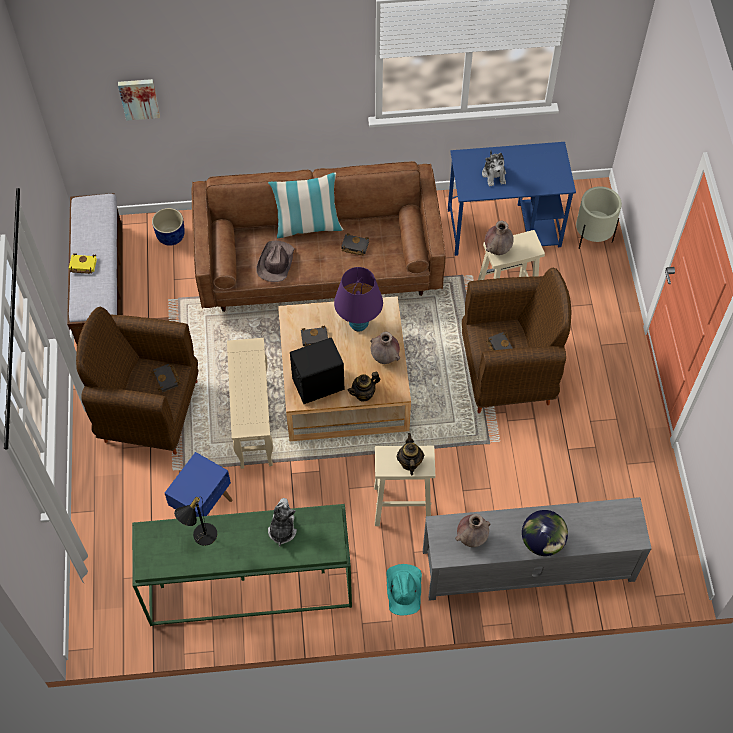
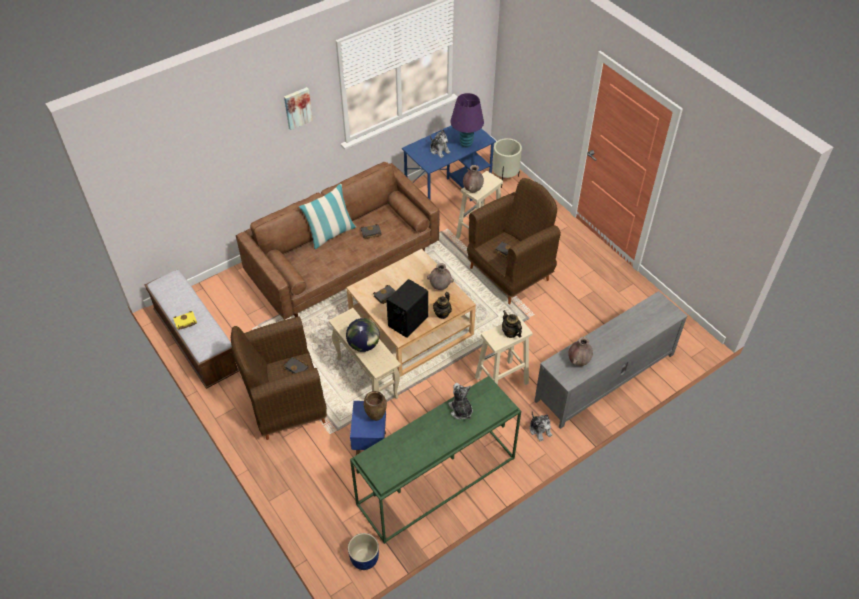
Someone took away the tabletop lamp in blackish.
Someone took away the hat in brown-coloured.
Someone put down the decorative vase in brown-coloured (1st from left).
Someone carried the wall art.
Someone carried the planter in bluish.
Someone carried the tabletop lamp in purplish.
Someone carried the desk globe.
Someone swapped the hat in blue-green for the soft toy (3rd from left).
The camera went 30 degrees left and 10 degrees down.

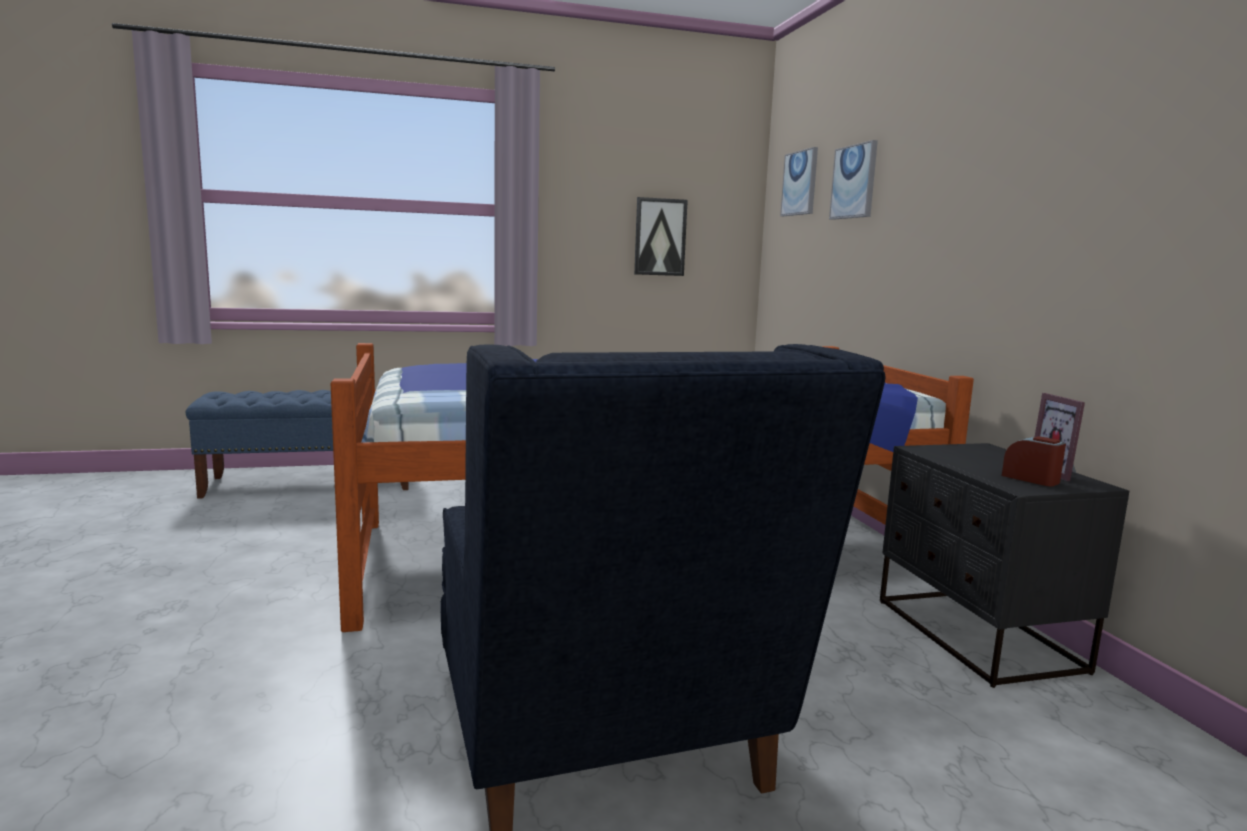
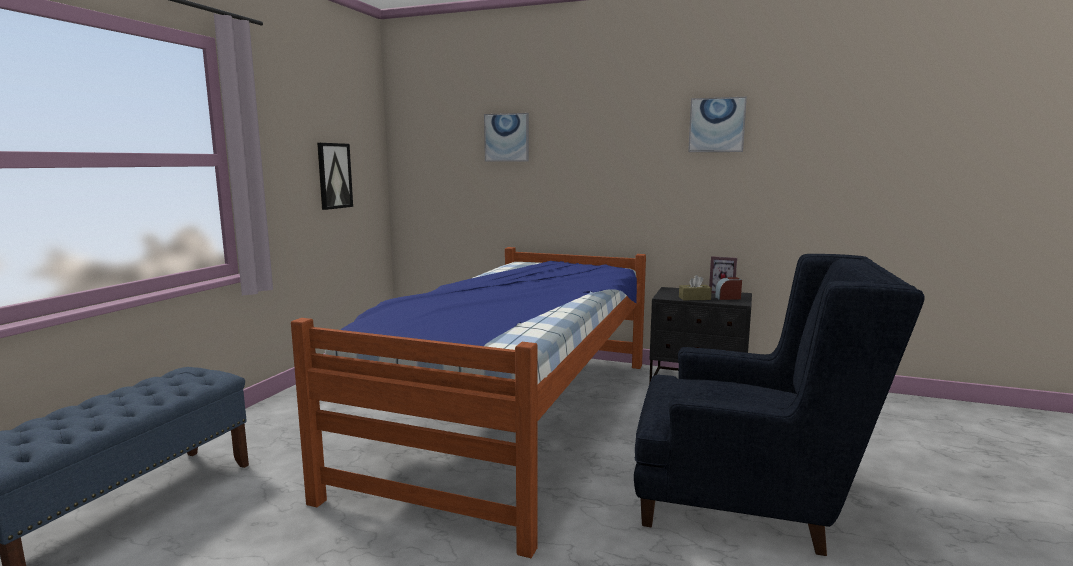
Someone put down the tissue box in brown-coloured.
Someone carried the wall art (2nd from left in the first image).
The camera went 55 degrees left and 0 degrees up.

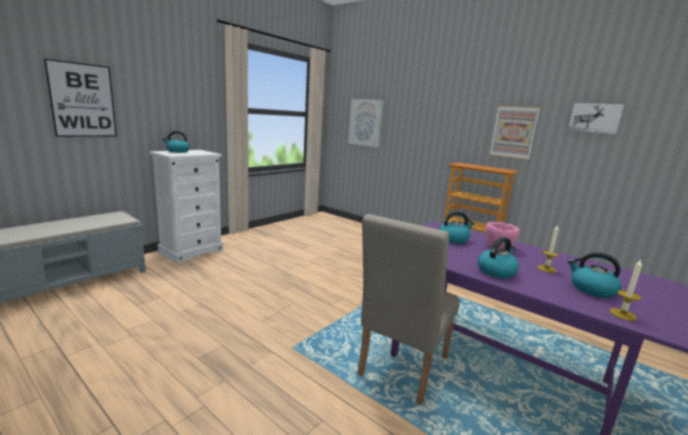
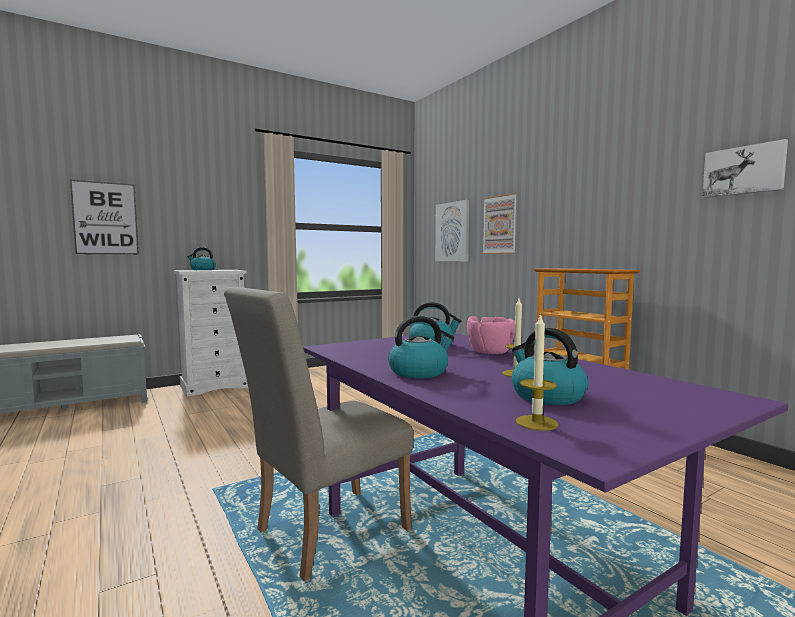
Someone carried the wall art (3rd from left).
The camera went 20 degrees right and 10 degrees down.

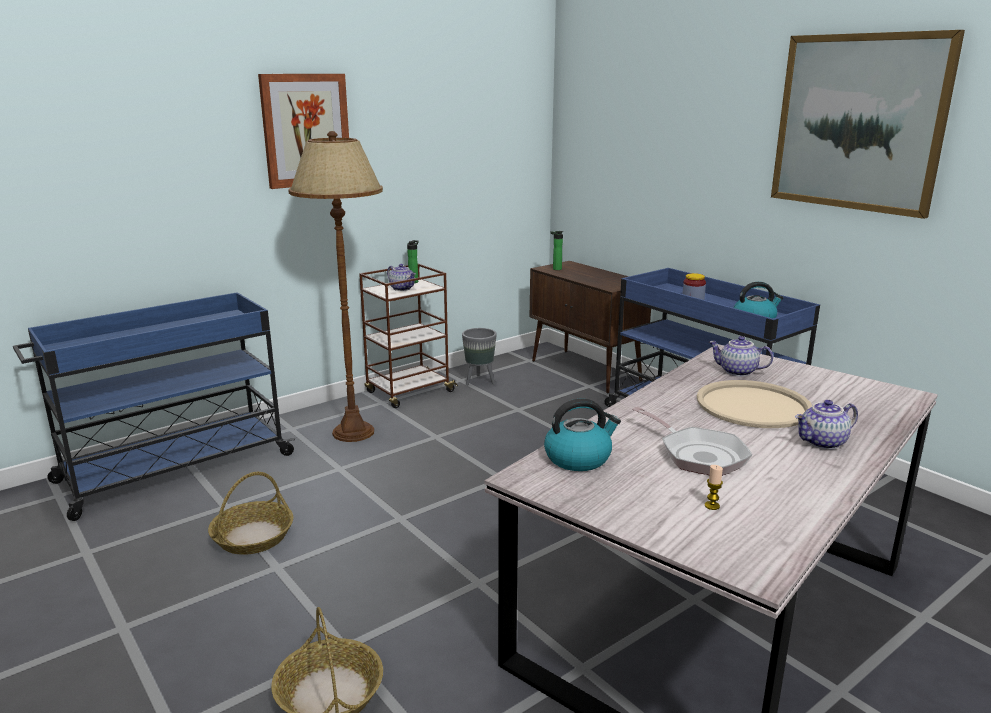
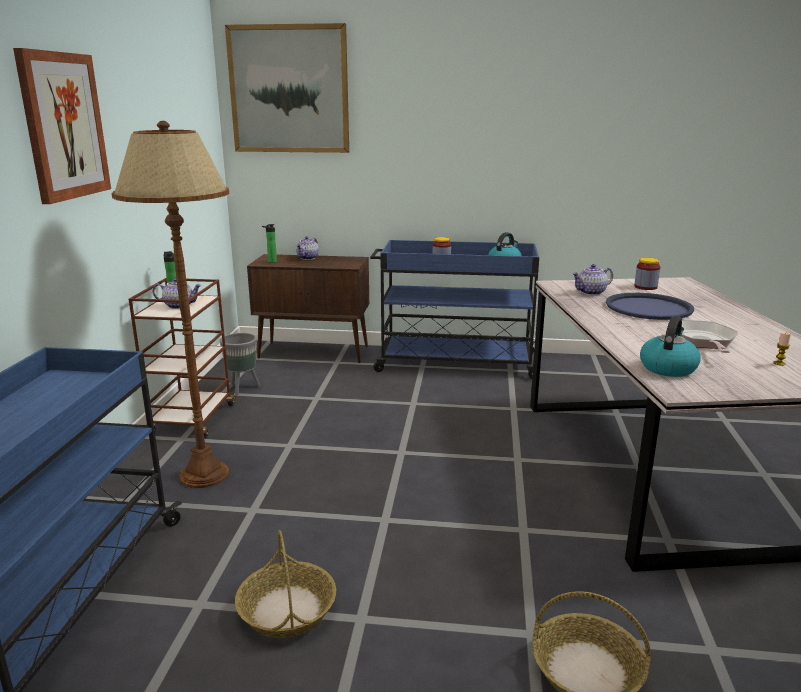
Someone put down the jar (2nd from left).
Someone carried the wall art (2nd from left).
Someone carried the teapot (3rd from left in the first image).
Someone repainted the carrying tray in sand-coloured, which became the carrying tray in bluish.
Someone rotated the frying pan by 90 degrees counterclockwise.
The camera went 45 degrees left and 0 degrees up.

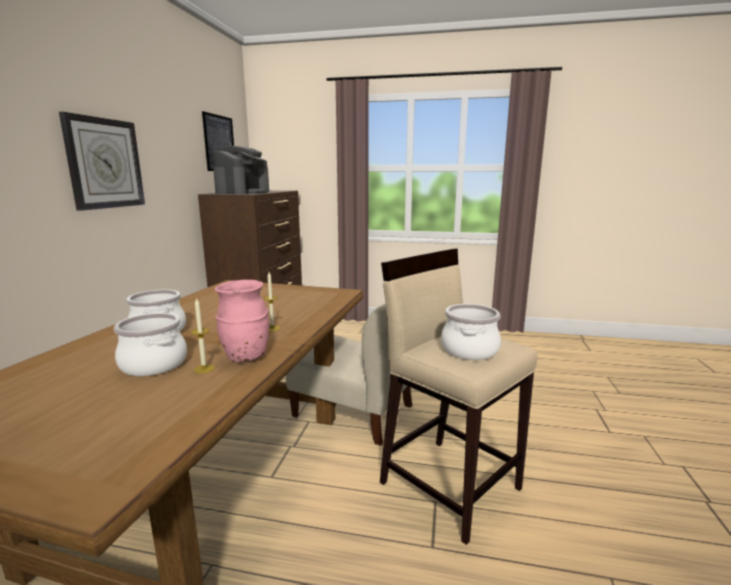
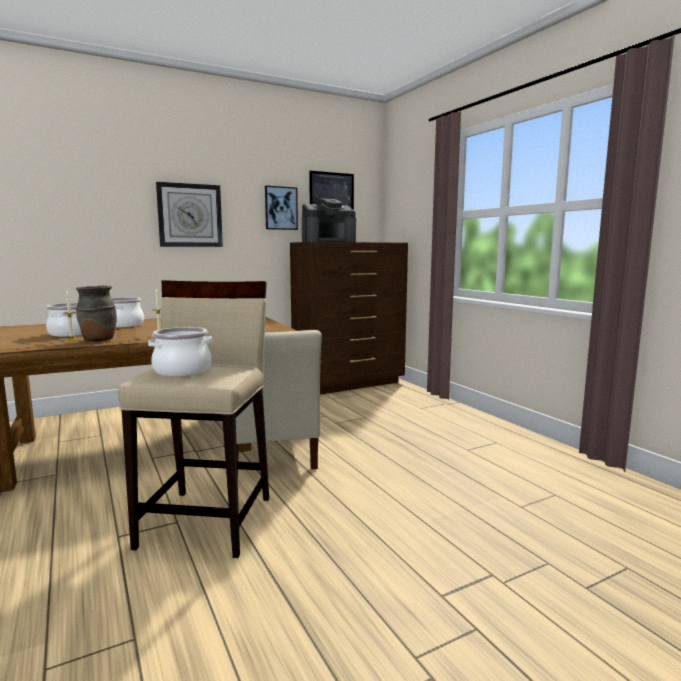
Someone put up the wall art (1st from left).
Someone repainted the decorative vase in pink, which became the decorative vase in brown-coloured.
The camera went 50 degrees right and 5 degrees down.

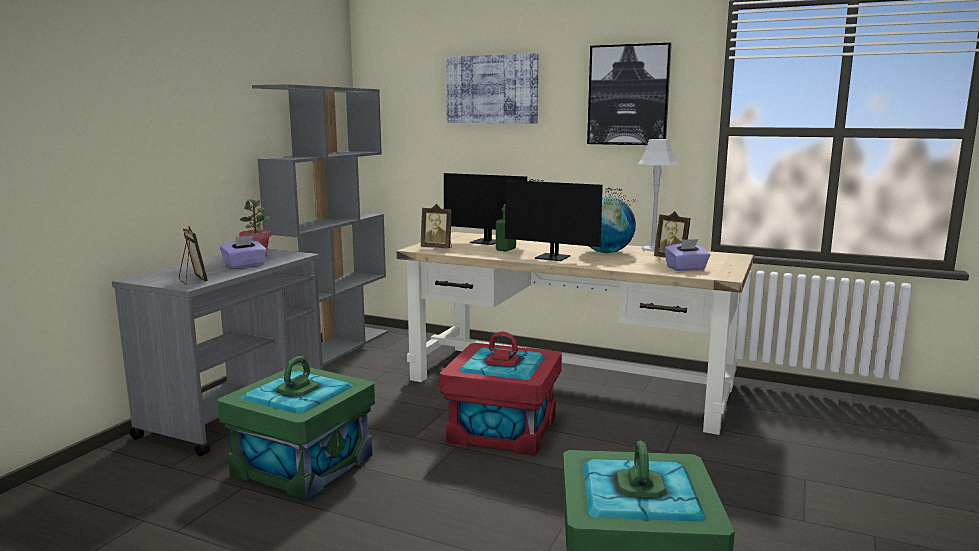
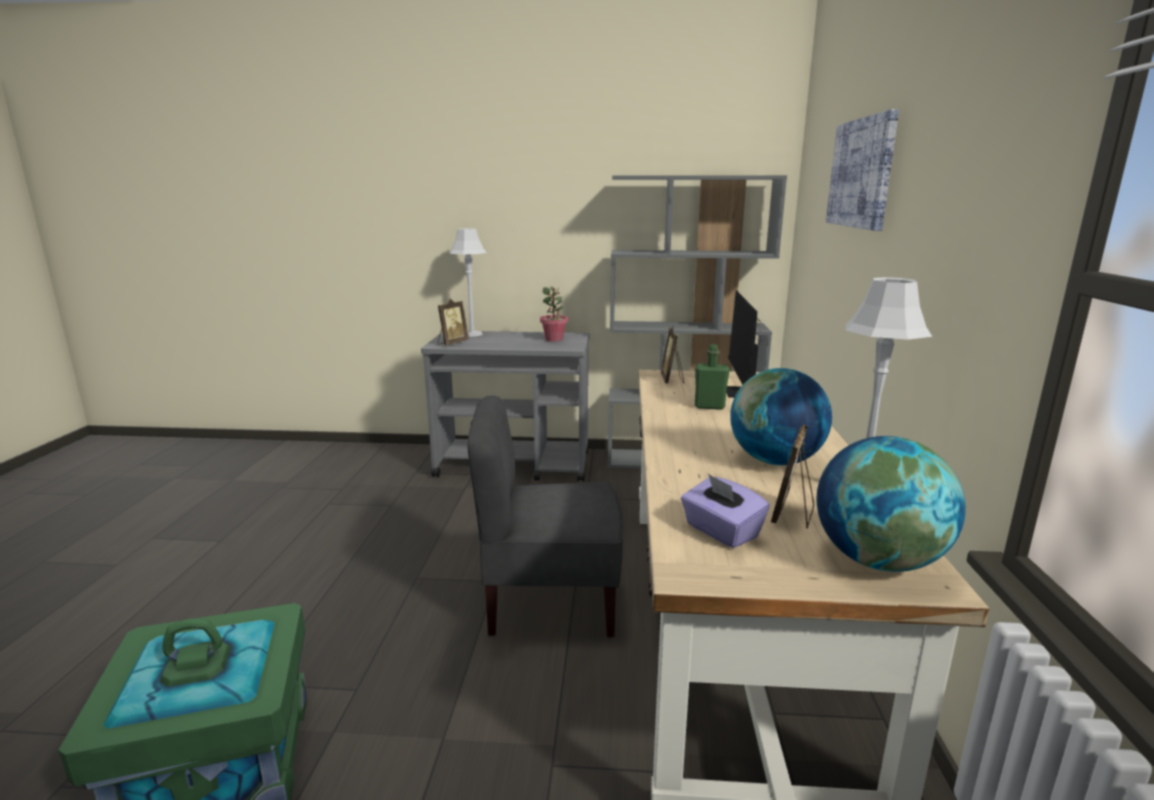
Someone took away the storage box in greenish (1st from left).
Someone took away the tissue box in purplish (1st from left).
Someone took away the computer display (2nd from left).
Someone took away the wall art (2nd from left).
Someone put down the tabletop lamp in gray (1st from left).
Someone put down the desk globe (2nd from left).
Someone swapped the storage box in red-coloured for the upright chair in gray.
The camera went 70 degrees right and 5 degrees up.

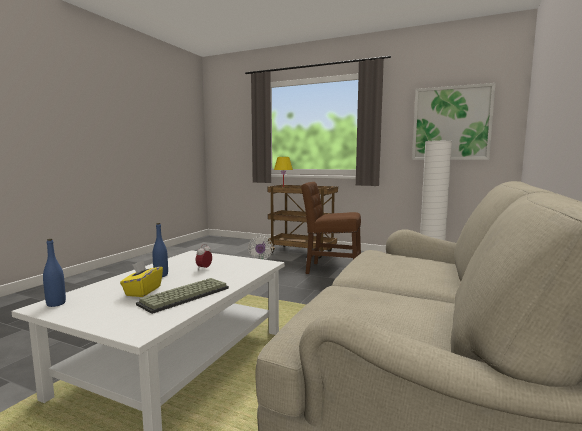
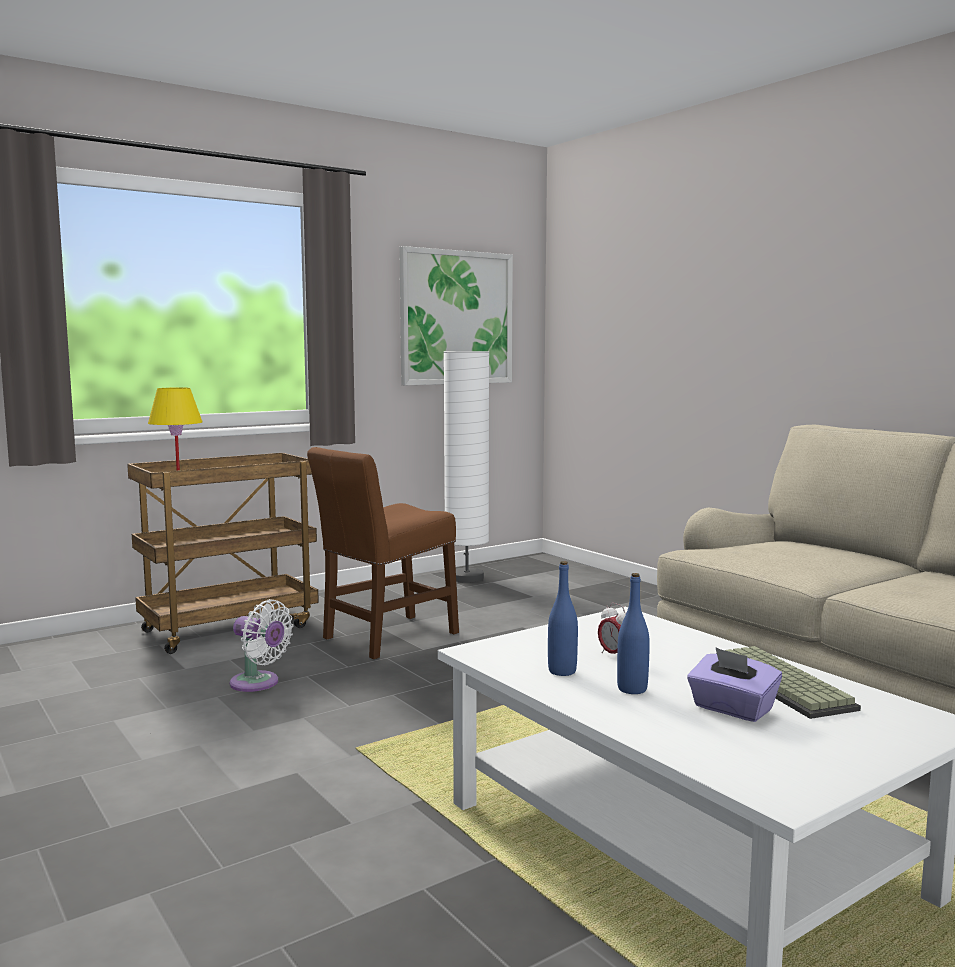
Someone carried the drink bottle in bluish (1st from left).
Someone repainted the tissue box in yellow, which became the tissue box in purplish.
The camera went 60 degrees left and 0 degrees up.

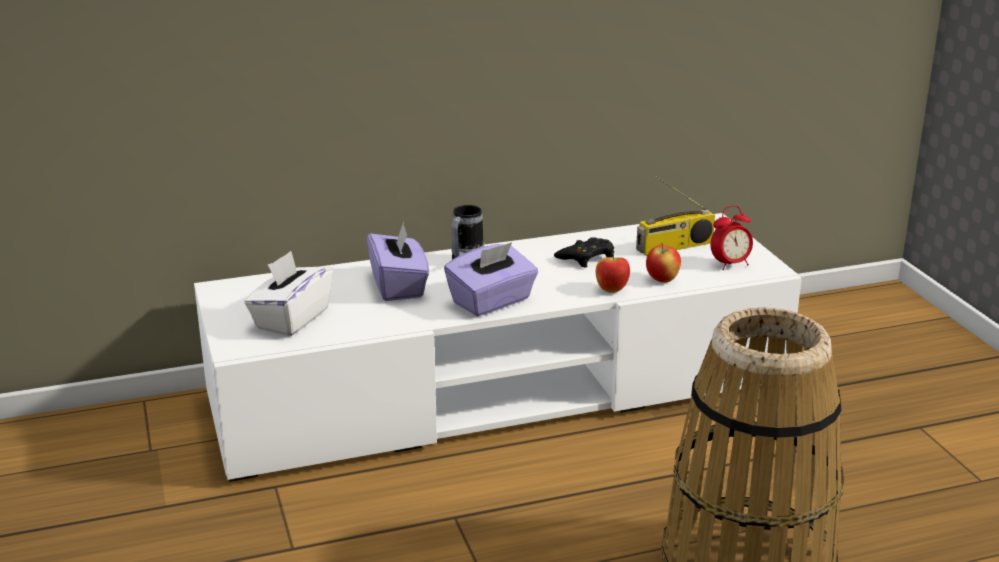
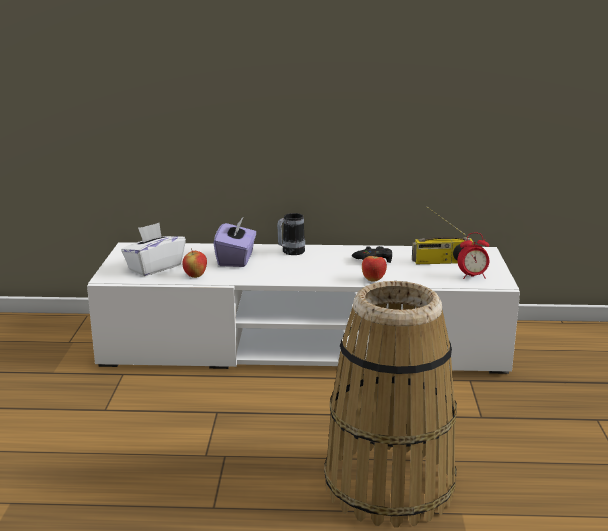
Someone took away the tissue box in purplish (2nd from left).
Someone carried the apple fruit (2nd from left in the first image).
The camera went 20 degrees right and 5 degrees down.

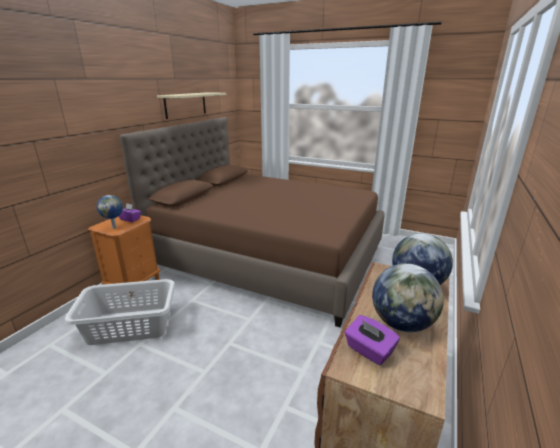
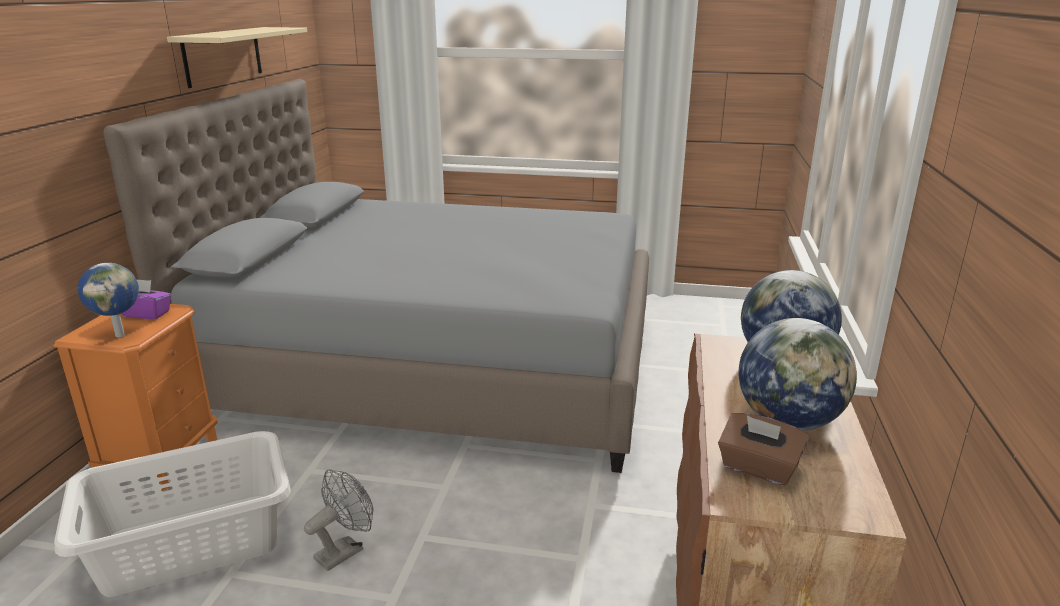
Someone put down the cooling fan in gray.
Someone repainted the bed in brown-coloured, which became the bed in gray.
Someone repainted the tissue box in purplish (2nd from left), which became the tissue box in brown-coloured.
The camera went 15 degrees left and 0 degrees up.

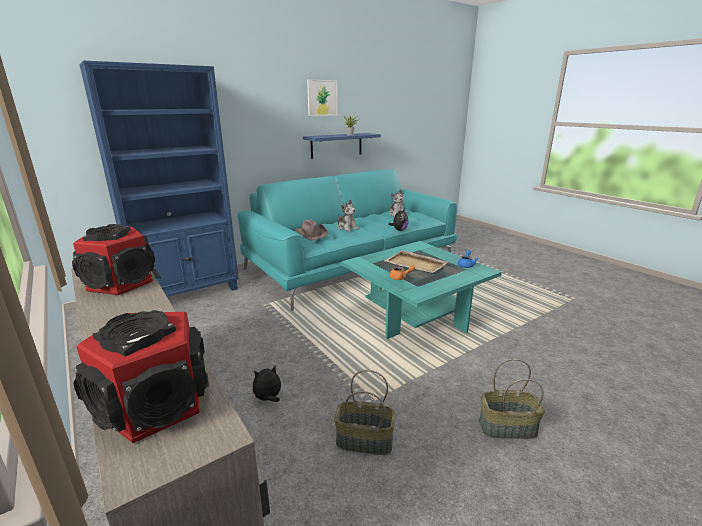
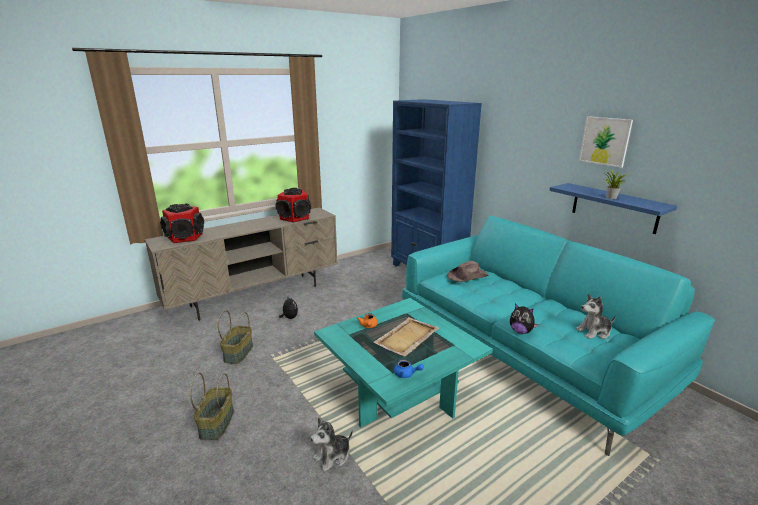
Someone carried the soft toy (2nd from left).
The camera went 90 degrees right and 0 degrees up.

